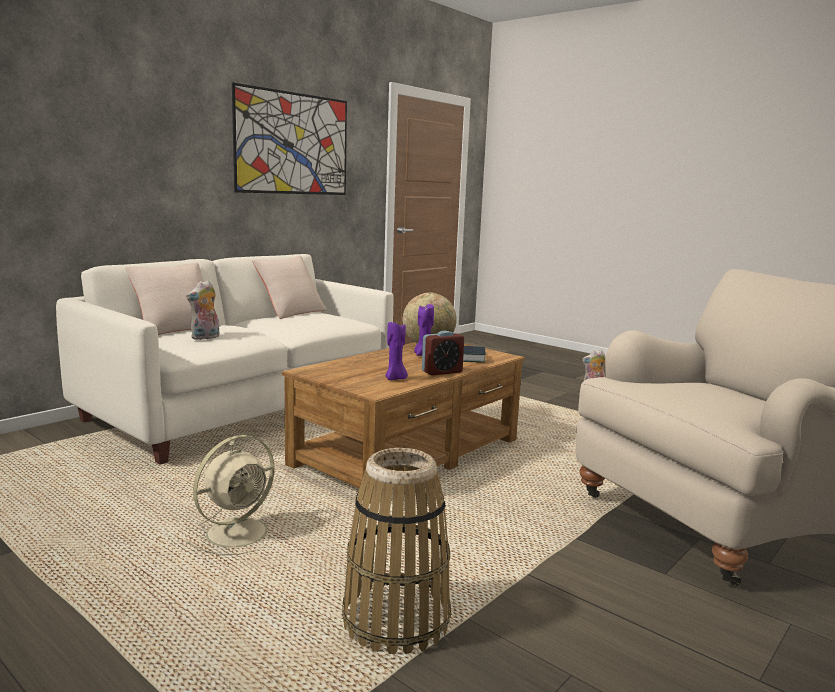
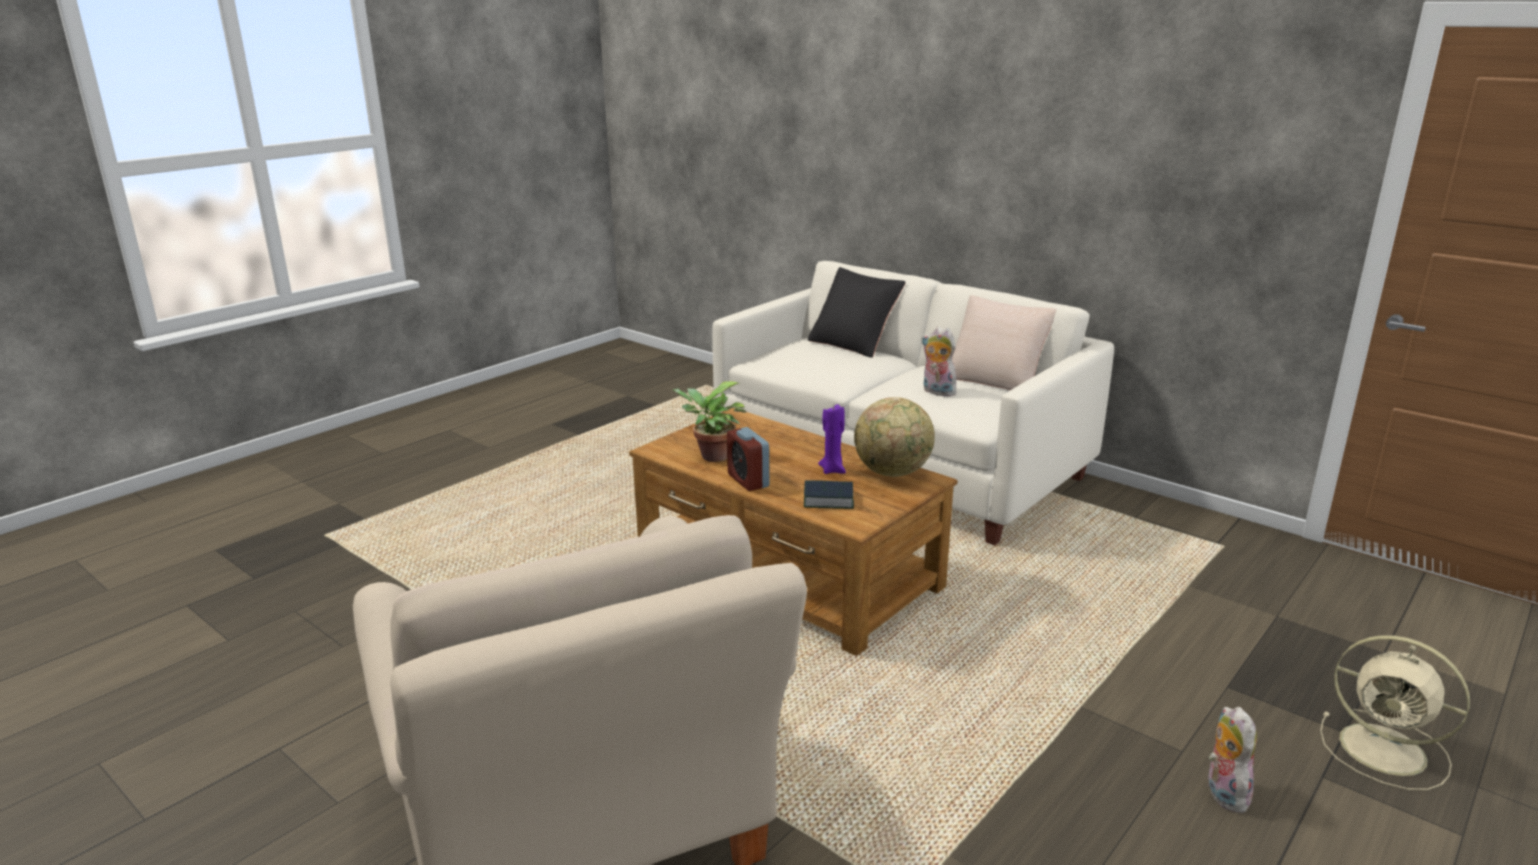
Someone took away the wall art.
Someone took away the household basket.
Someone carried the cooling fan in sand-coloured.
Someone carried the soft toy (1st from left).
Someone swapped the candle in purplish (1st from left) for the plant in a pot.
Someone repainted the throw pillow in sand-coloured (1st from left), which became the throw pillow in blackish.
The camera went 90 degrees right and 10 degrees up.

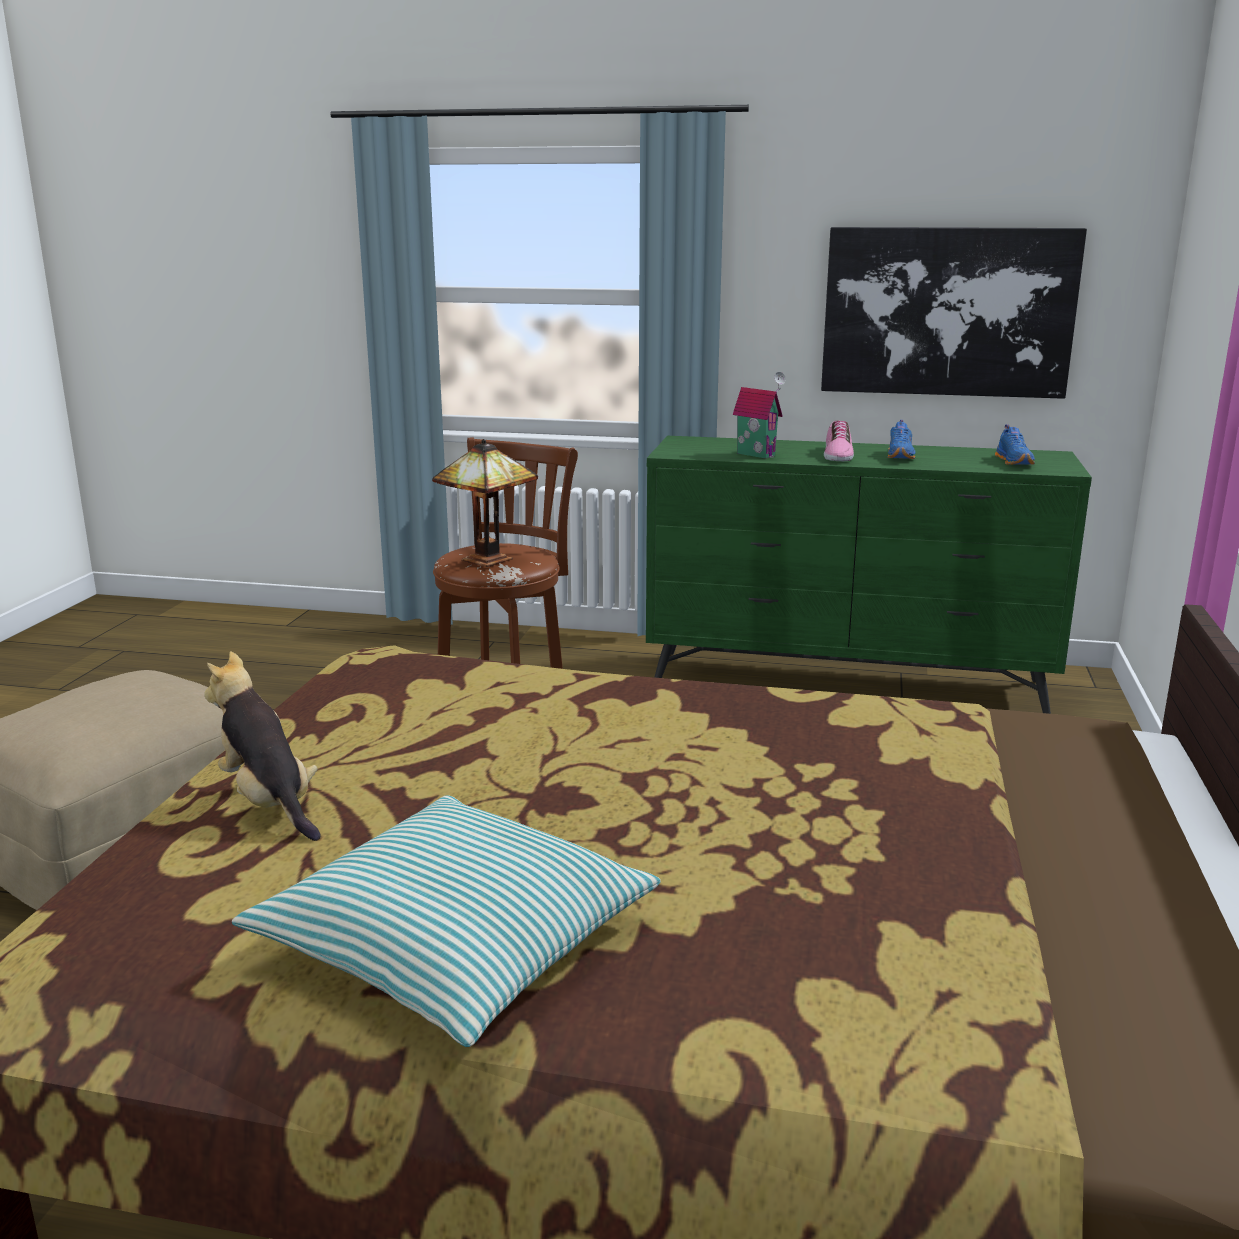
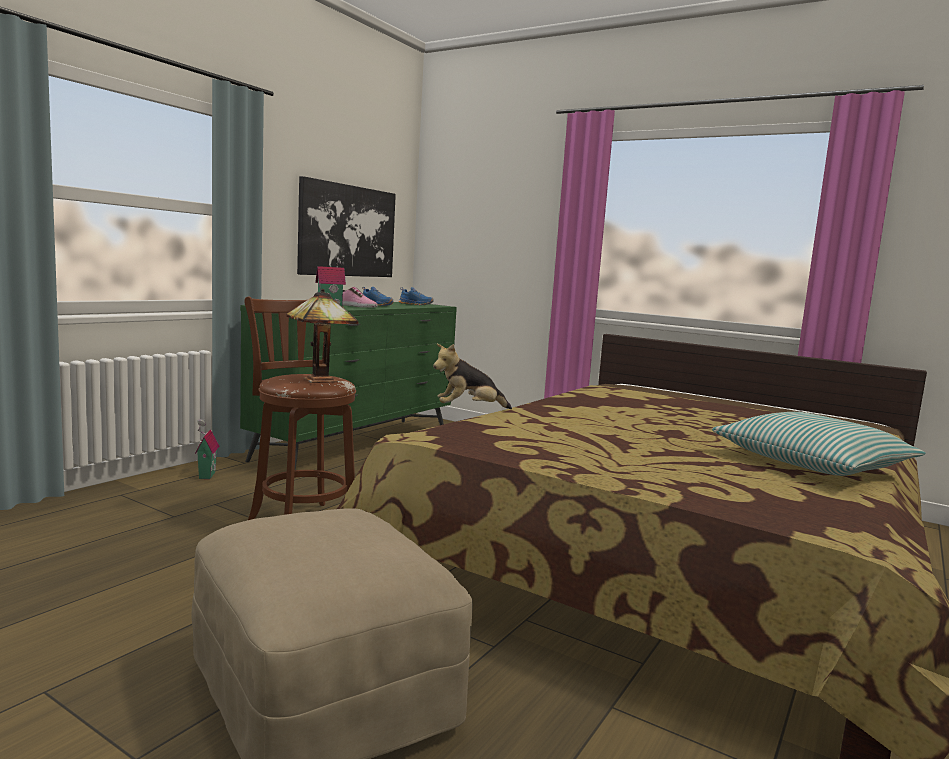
Someone put down the model house (1st from left).
Someone carried the soft toy.
The camera went 70 degrees left and 10 degrees down.

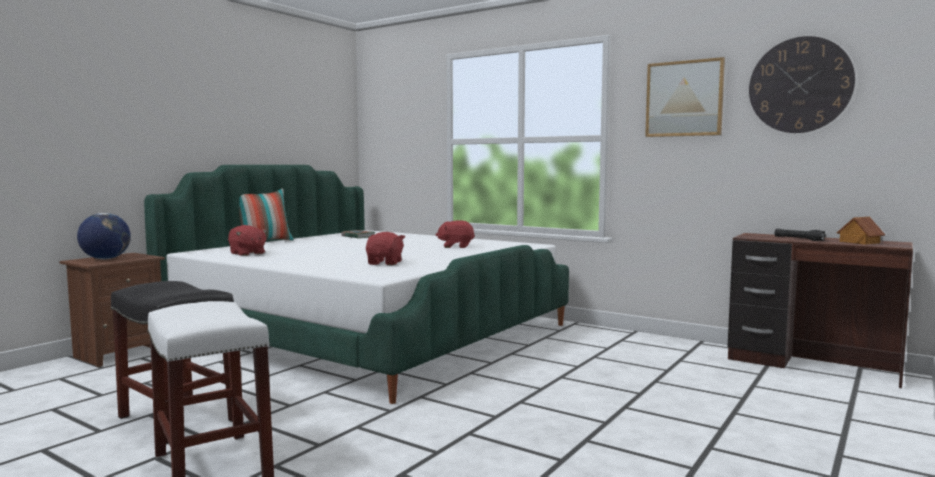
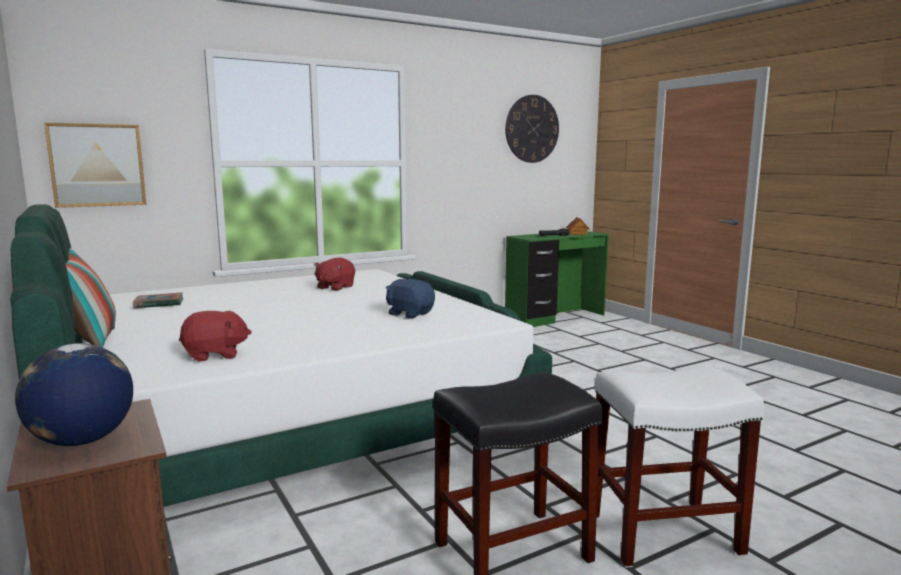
Someone carried the wall art.
Someone repainted the soft toy in red-coloured (2nd from left), which became the soft toy in bluish.
Someone repainted the desk table in brown-coloured, which became the desk table in greenish.
The camera went 65 degrees left and 5 degrees up.

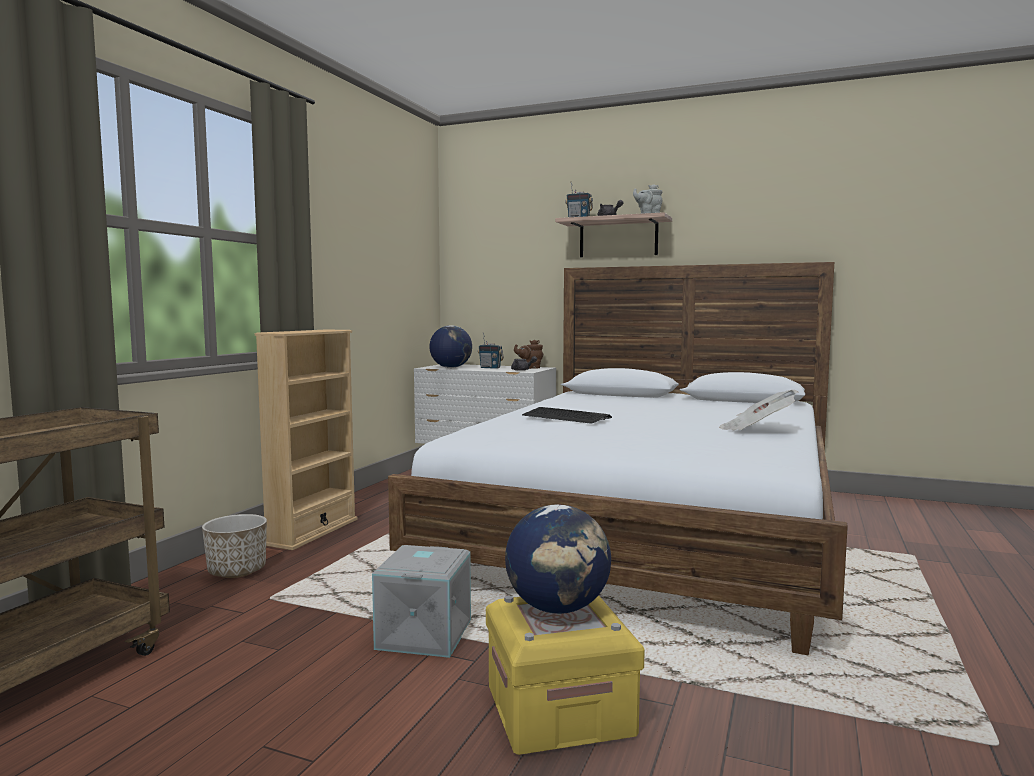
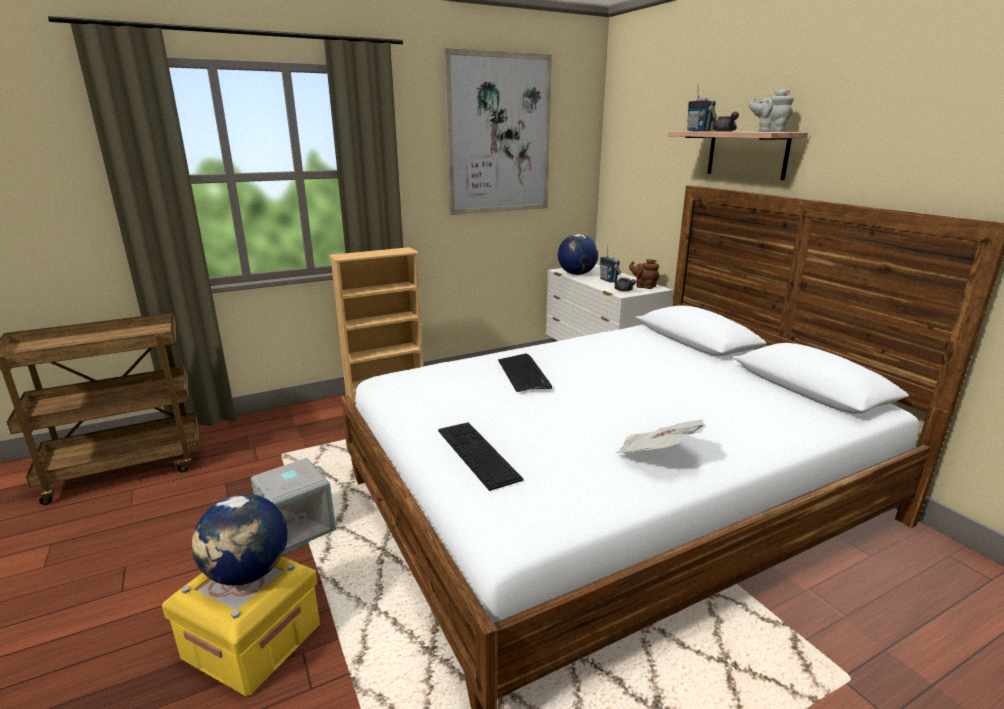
Someone took away the planter.
Someone put down the keyboard (1st from left).
Someone put up the wall art.
The camera went 40 degrees right and 15 degrees up.

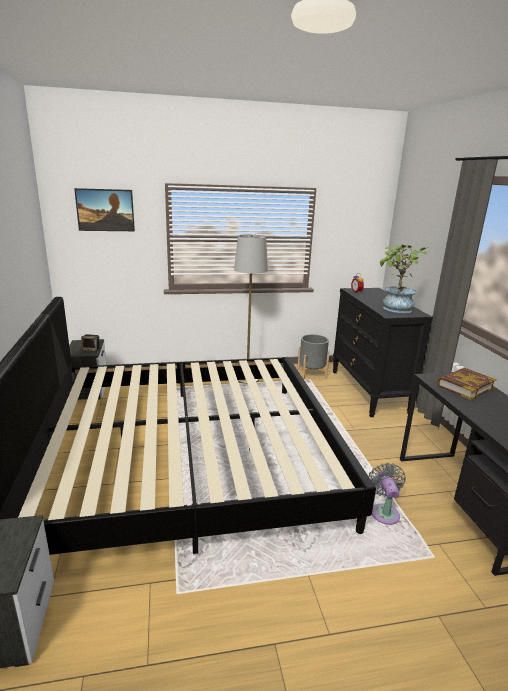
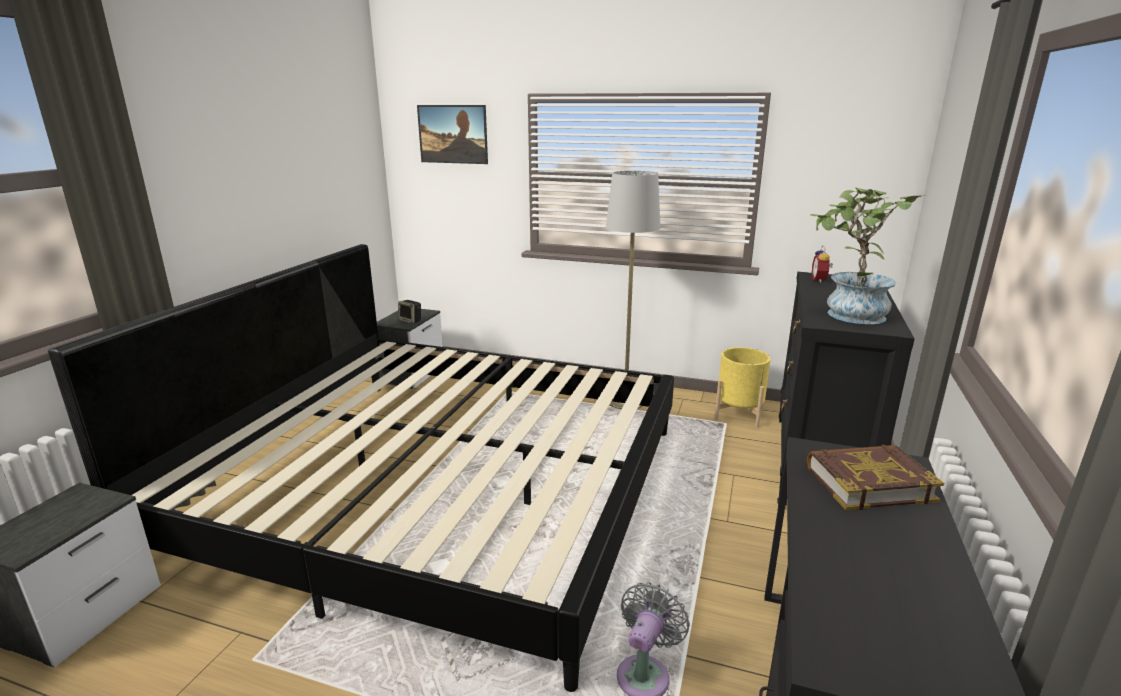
Someone repainted the planter in gray, which became the planter in yellow.
The camera went 30 degrees right and 0 degrees up.

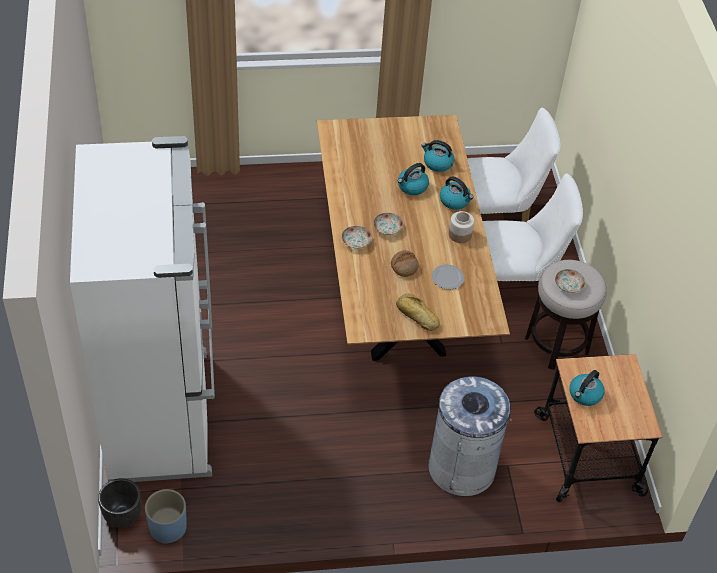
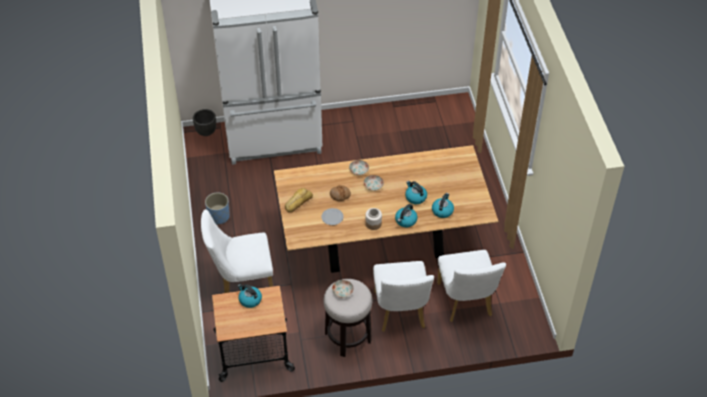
Someone carried the planter in bluish.
Someone swapped the waste bin in gray for the upright chair in white-coloured (1st from left).
The camera went 90 degrees right and 0 degrees up.

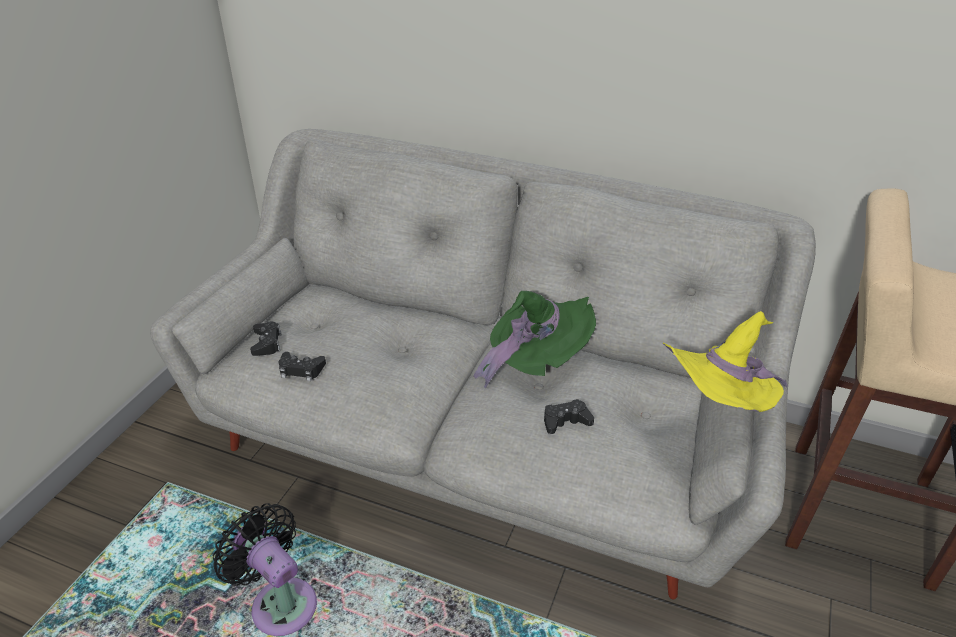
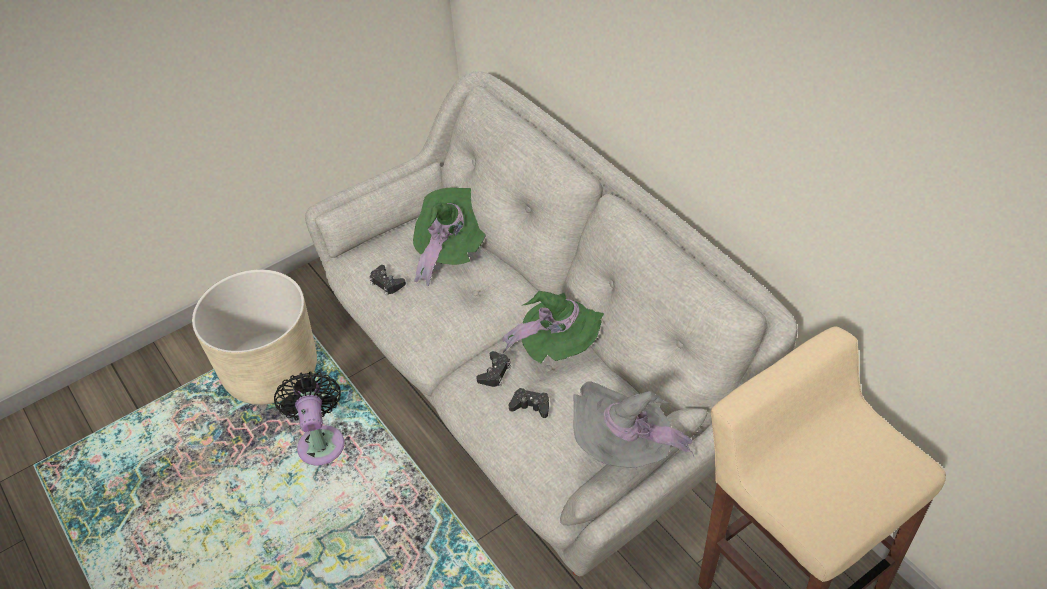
Someone put down the planter in sand-coloured.
Someone put down the hat in greenish (1st from left).
Someone carried the game controller in blackish (1st from left in the first image).
Someone repainted the hat in yellow, which became the hat in gray.
The camera went 35 degrees right and 10 degrees up.

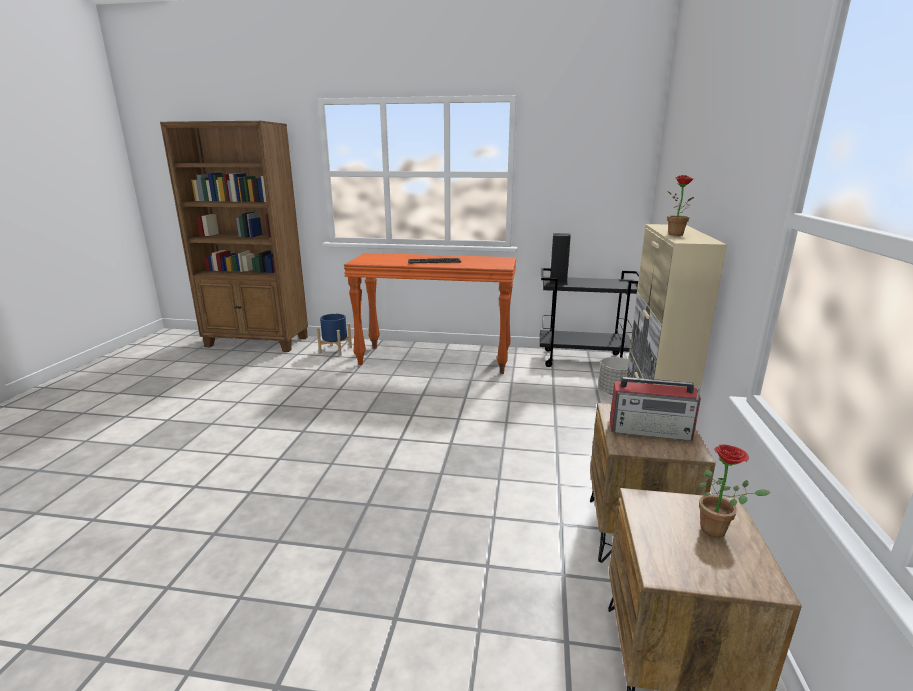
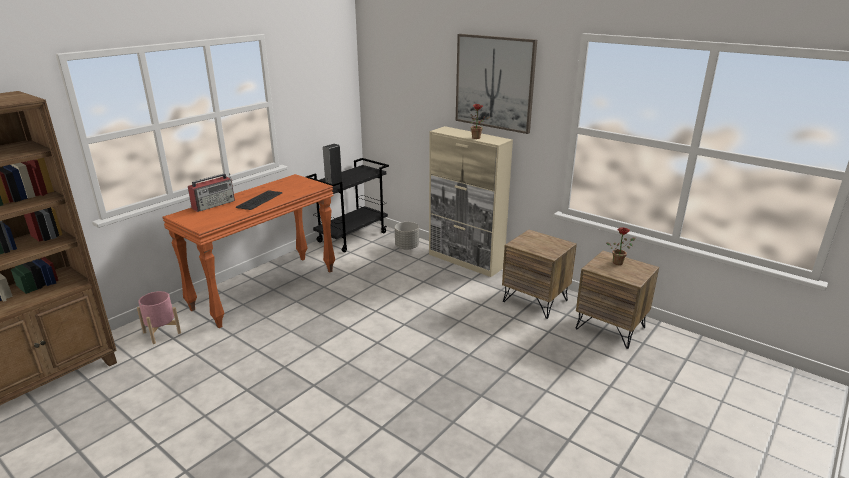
Someone put up the wall art.
Someone carried the radio.
Someone repainted the planter in bluish, which became the planter in pink.
The camera went 60 degrees left and 5 degrees up.

